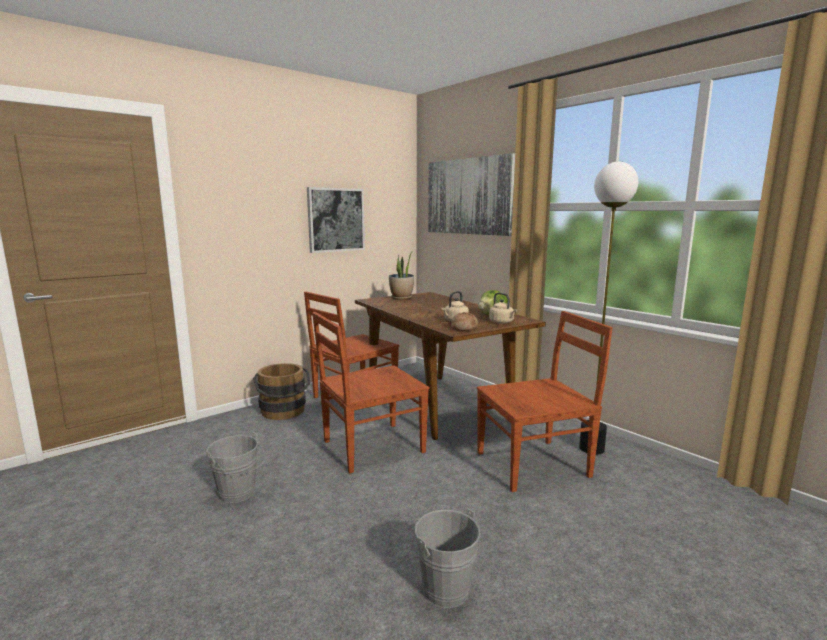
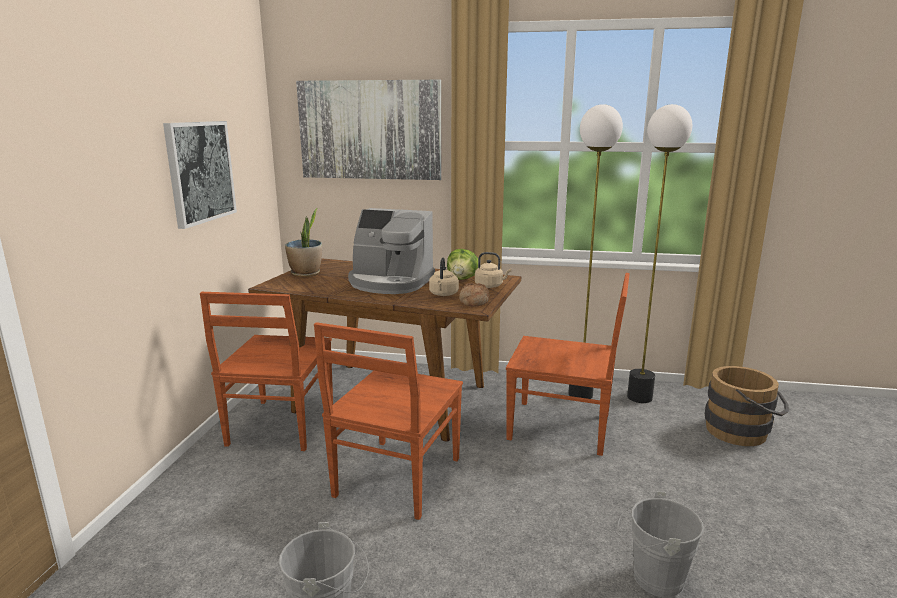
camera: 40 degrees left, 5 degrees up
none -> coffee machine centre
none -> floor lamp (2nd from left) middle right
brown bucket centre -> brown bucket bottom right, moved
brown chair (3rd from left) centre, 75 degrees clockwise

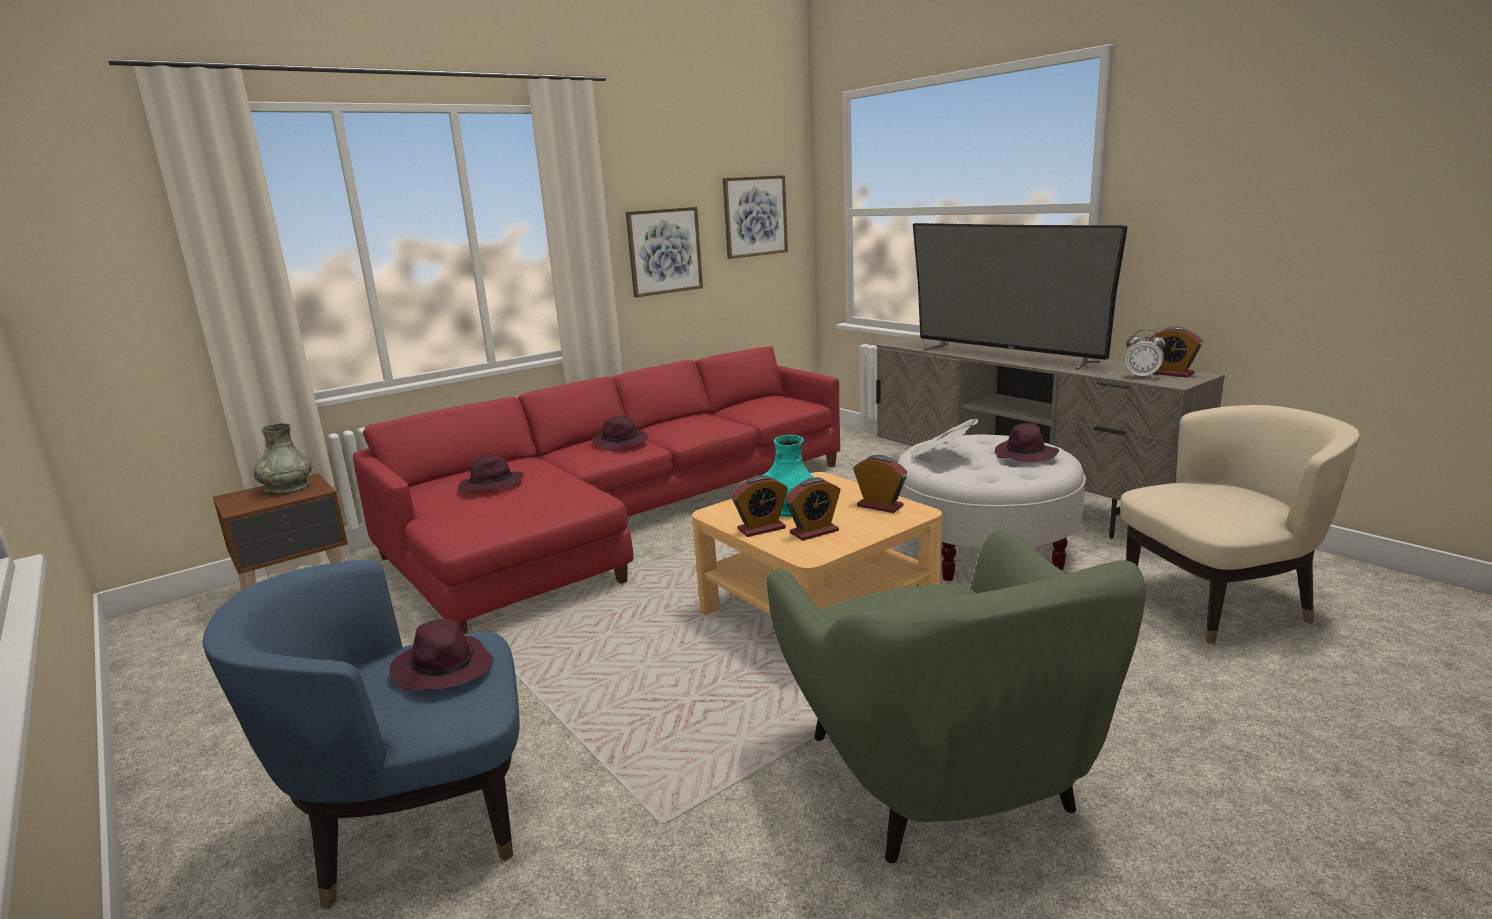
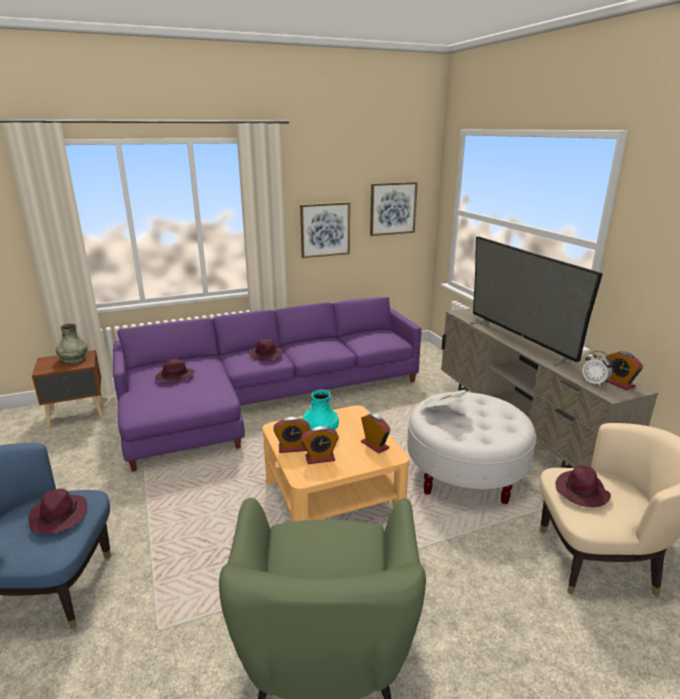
camera: 15 degrees right, 5 degrees up
purple hat (4th from left) middle right -> purple hat (4th from left) bottom right, moved
red sofa centre -> purple sofa centre

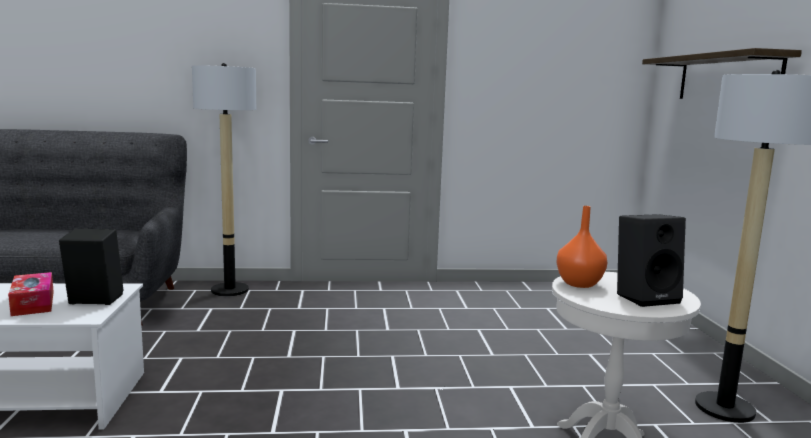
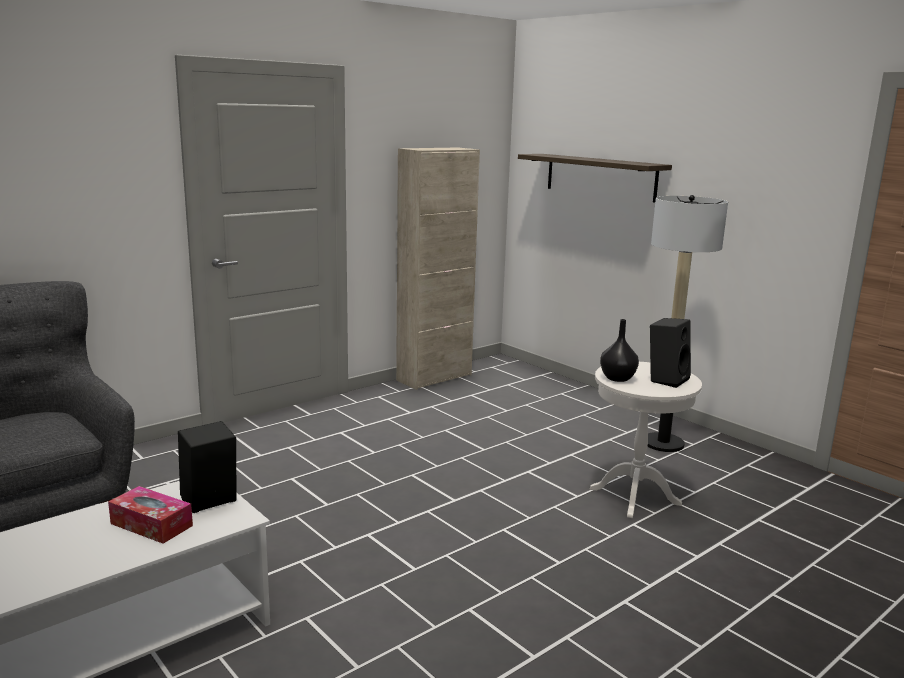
camera: 35 degrees left, 5 degrees up
floor lamp (1st from left) middle left -> none
none -> beige cabinet centre
orange vase middle right -> black vase middle right

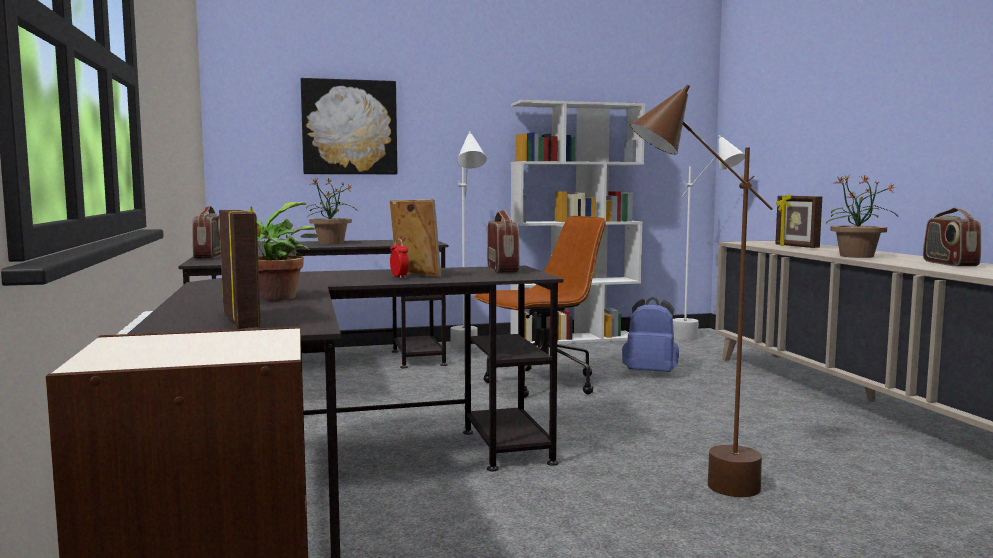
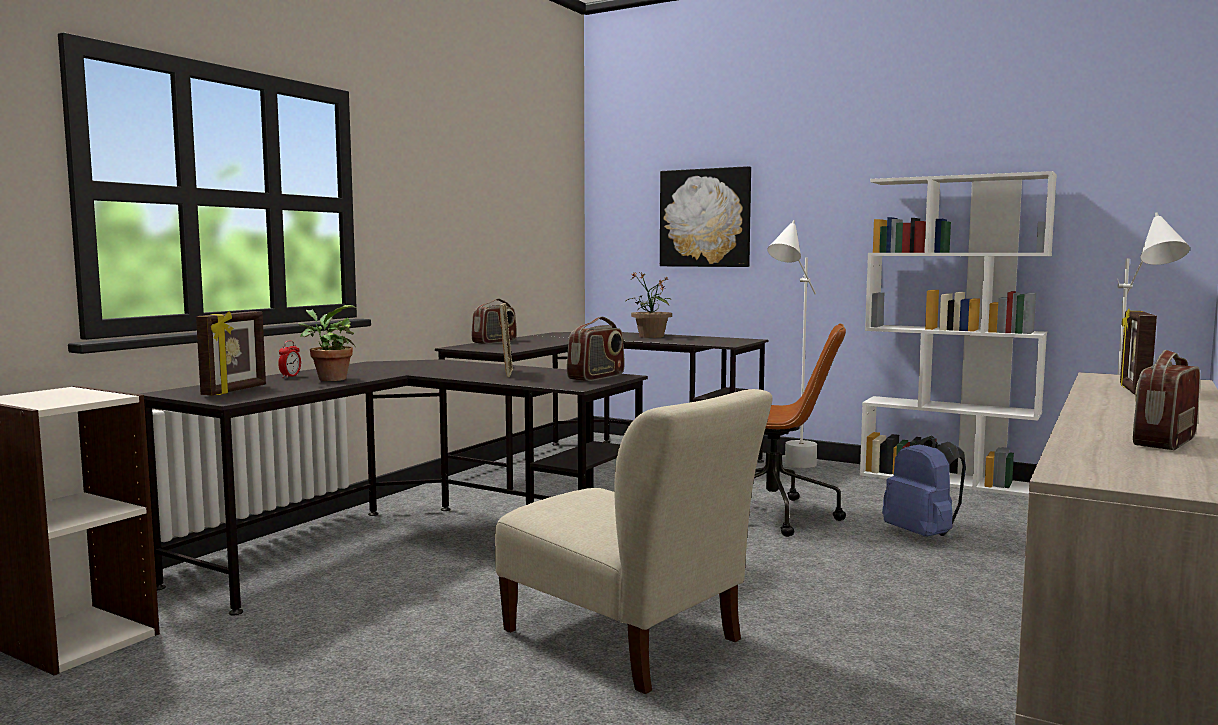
camera: 45 degrees right, 0 degrees up
potted plant (3rd from left) middle right -> none
alarm clock centre -> alarm clock middle left, moved
brown floor lamp middle right -> beige chair bottom centre

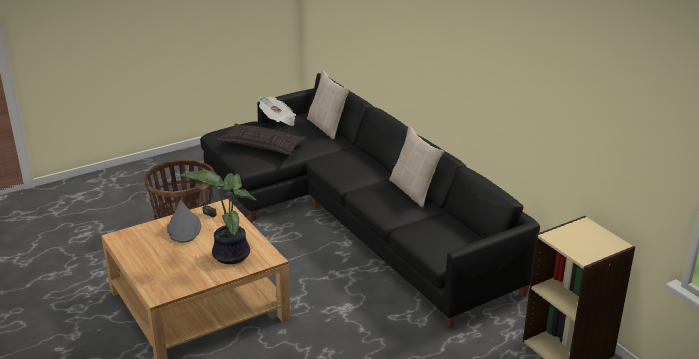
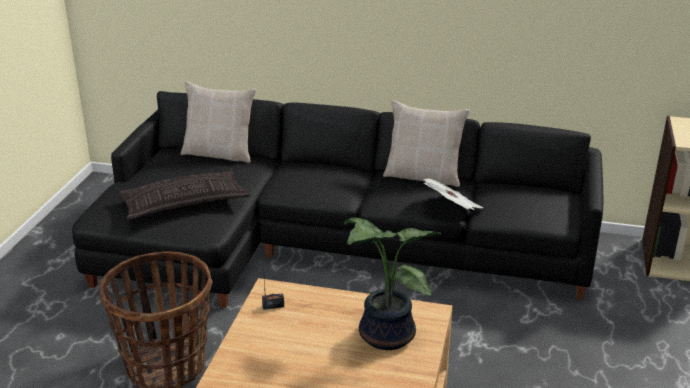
camera: 45 degrees left, 0 degrees up
grey hat middle left -> none
newspaper top centre -> newspaper centre, moved

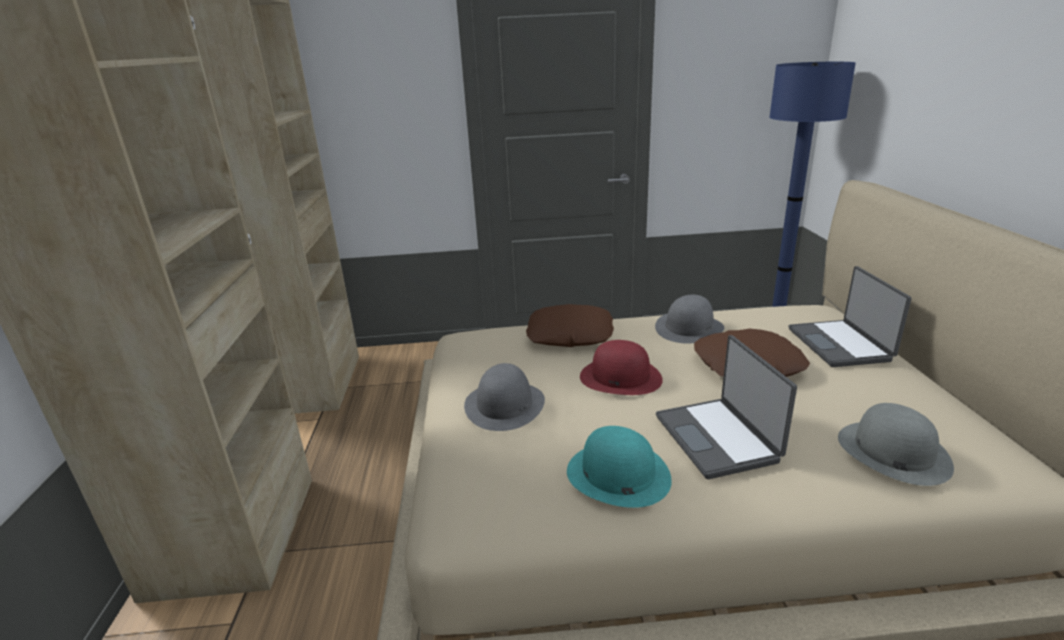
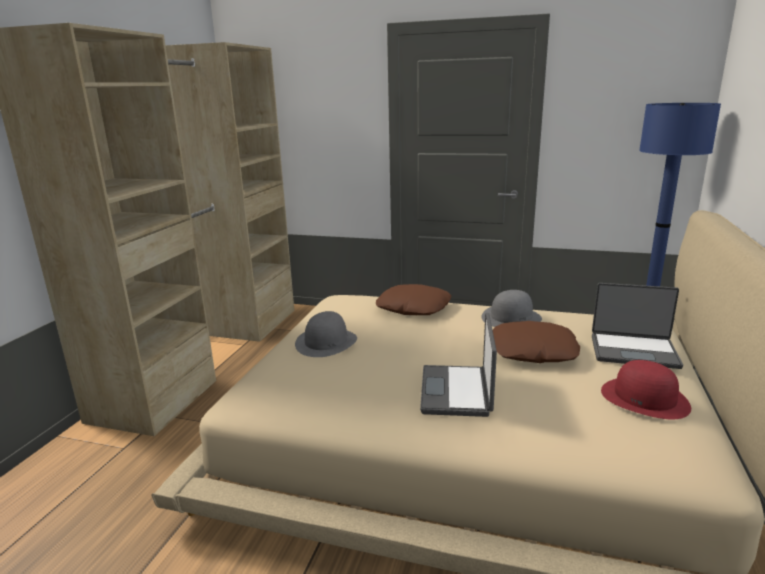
camera: 20 degrees right, 5 degrees down
turquoise hat bottom centre -> none
grey hat (3rd from left) bottom right -> none
red hat centre -> red hat bottom right, moved
laptop (2nd from left) middle right, 90 degrees counterclockwise

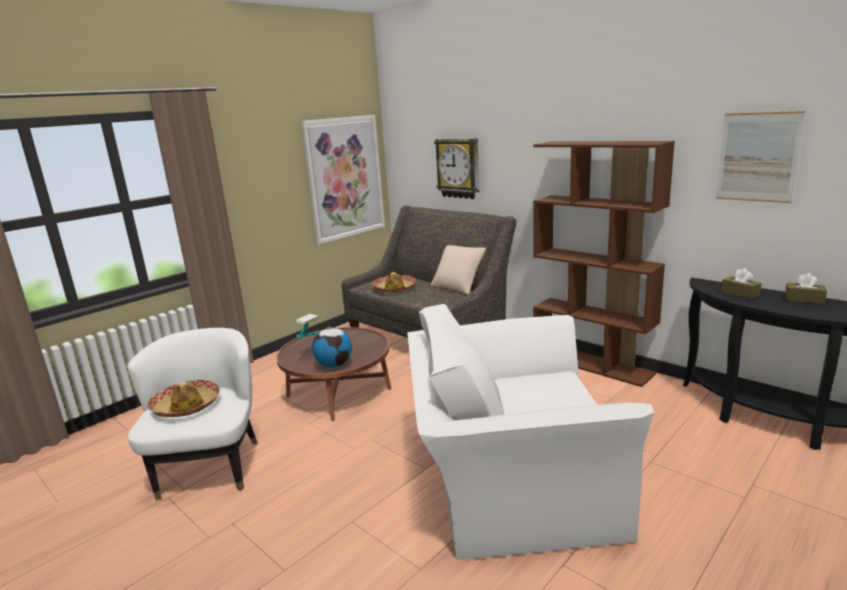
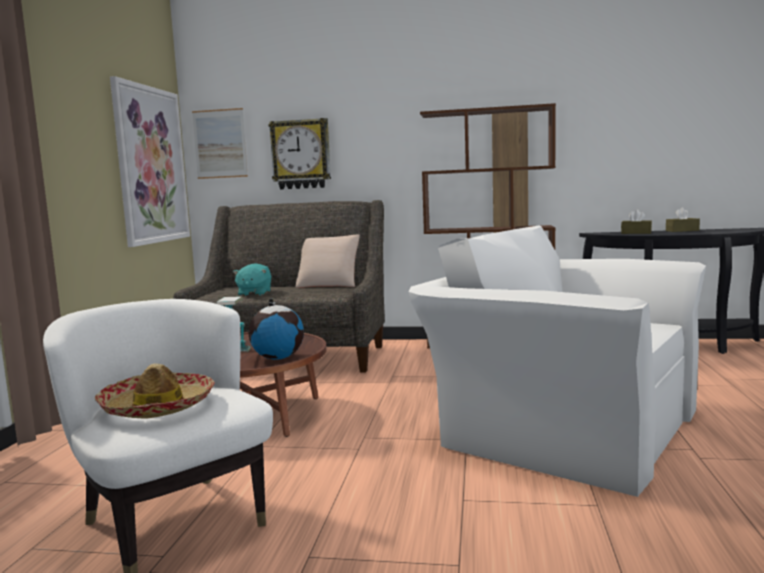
camera: 35 degrees left, 10 degrees down
picture (2nd from left) top right -> picture (2nd from left) top left, moved
hat (2nd from left) centre -> turquoise plush toy middle left
white armchair (2nd from left) bottom centre -> white armchair (2nd from left) middle right, 75 degrees clockwise

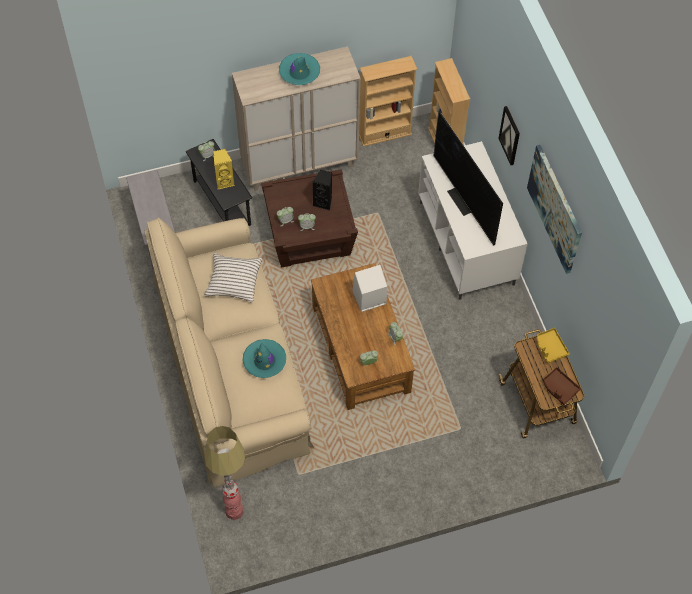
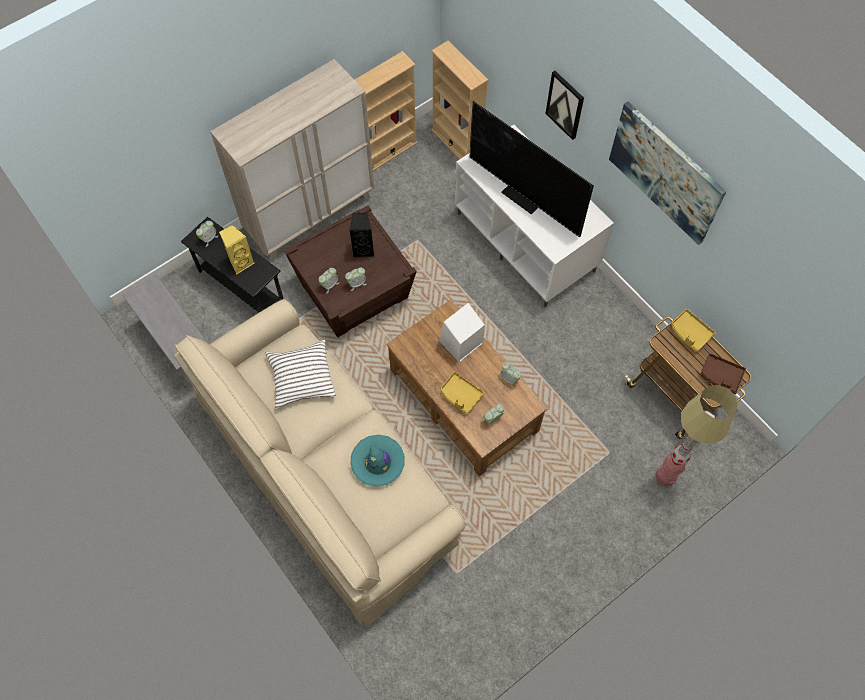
camera: 20 degrees left, 5 degrees up
turquoise hat (2nd from left) top centre -> none
none -> yellow tray (1st from left) centre
floor lamp bottom left -> floor lamp middle right, moved

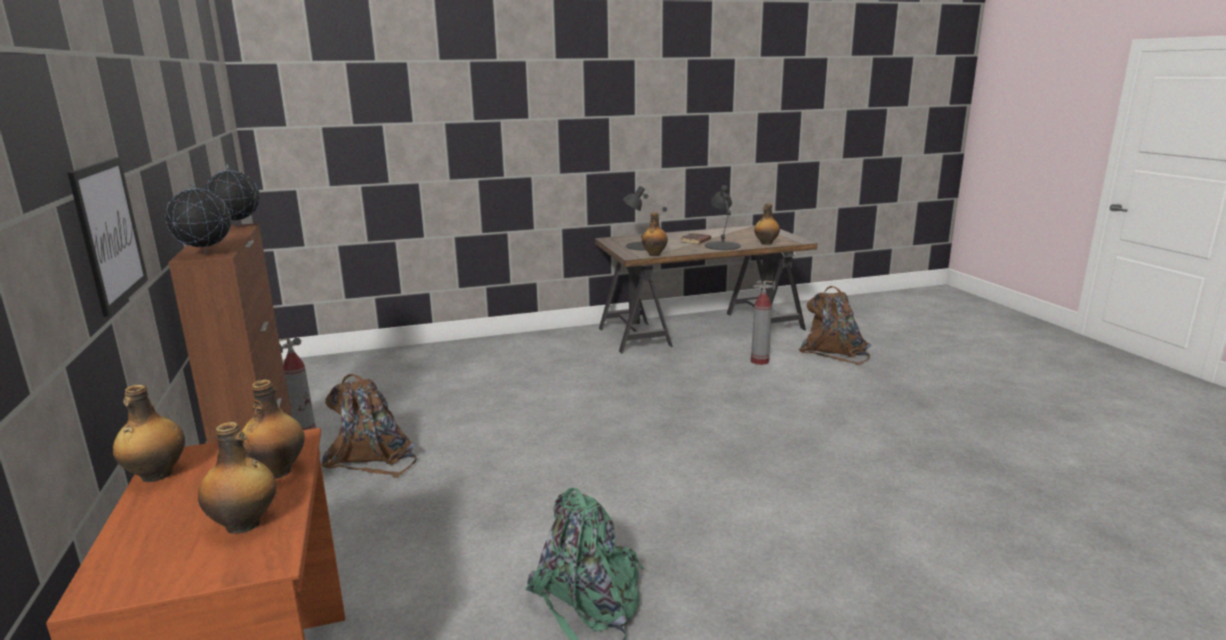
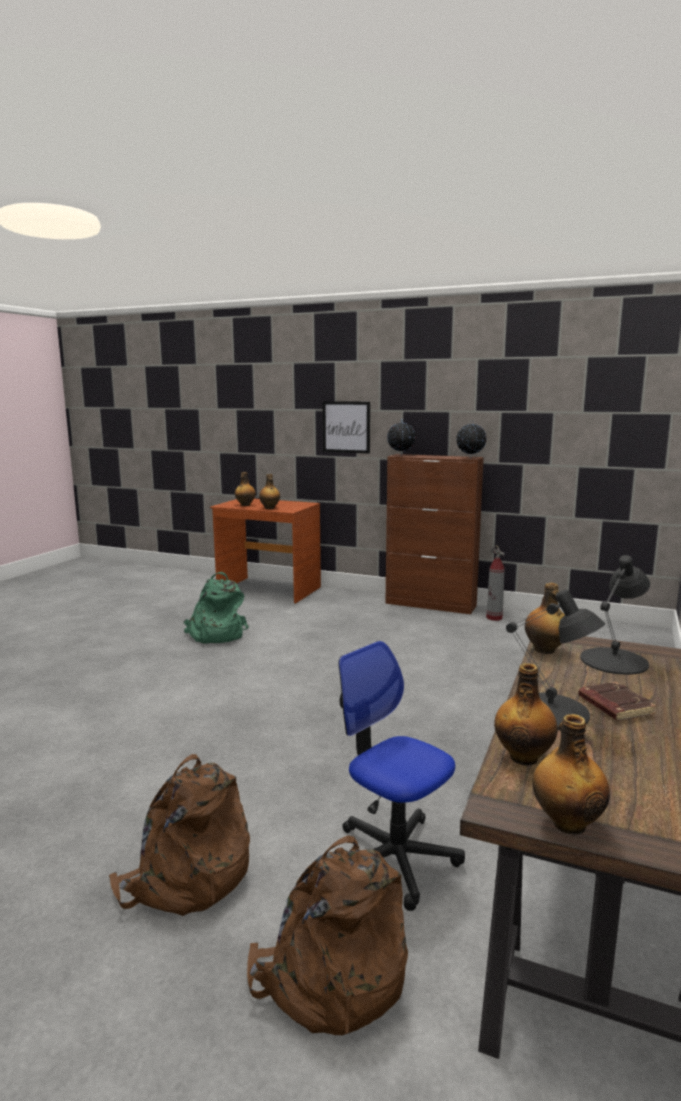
camera: 130 degrees right, 5 degrees down
bottle (1st from left in the first image) bottom left -> bottle (5th from left) bottom right, moved
brown backpack (1st from left) middle left -> brown backpack (1st from left) bottom left, moved
fire extinguisher (2nd from left) centre -> office chair bottom centre

